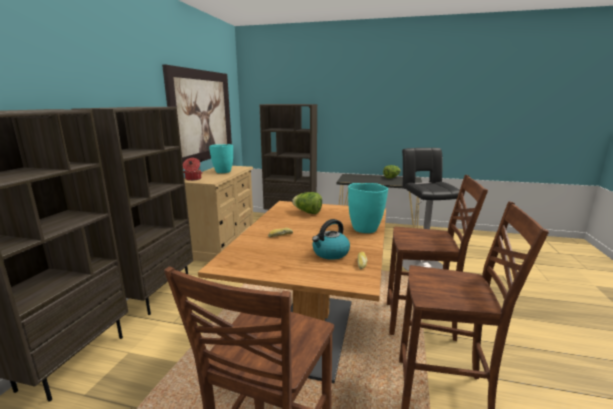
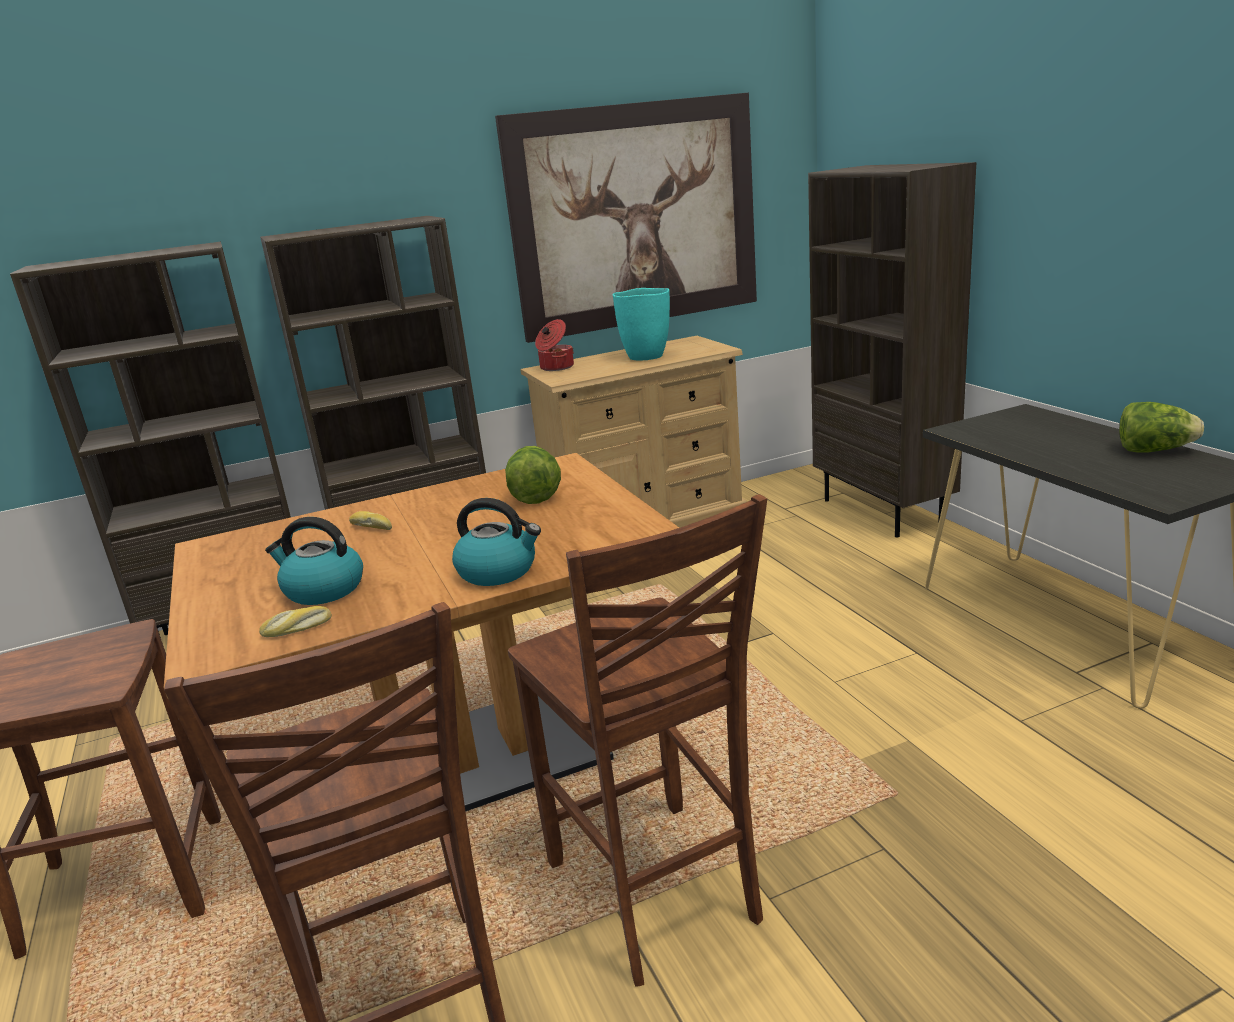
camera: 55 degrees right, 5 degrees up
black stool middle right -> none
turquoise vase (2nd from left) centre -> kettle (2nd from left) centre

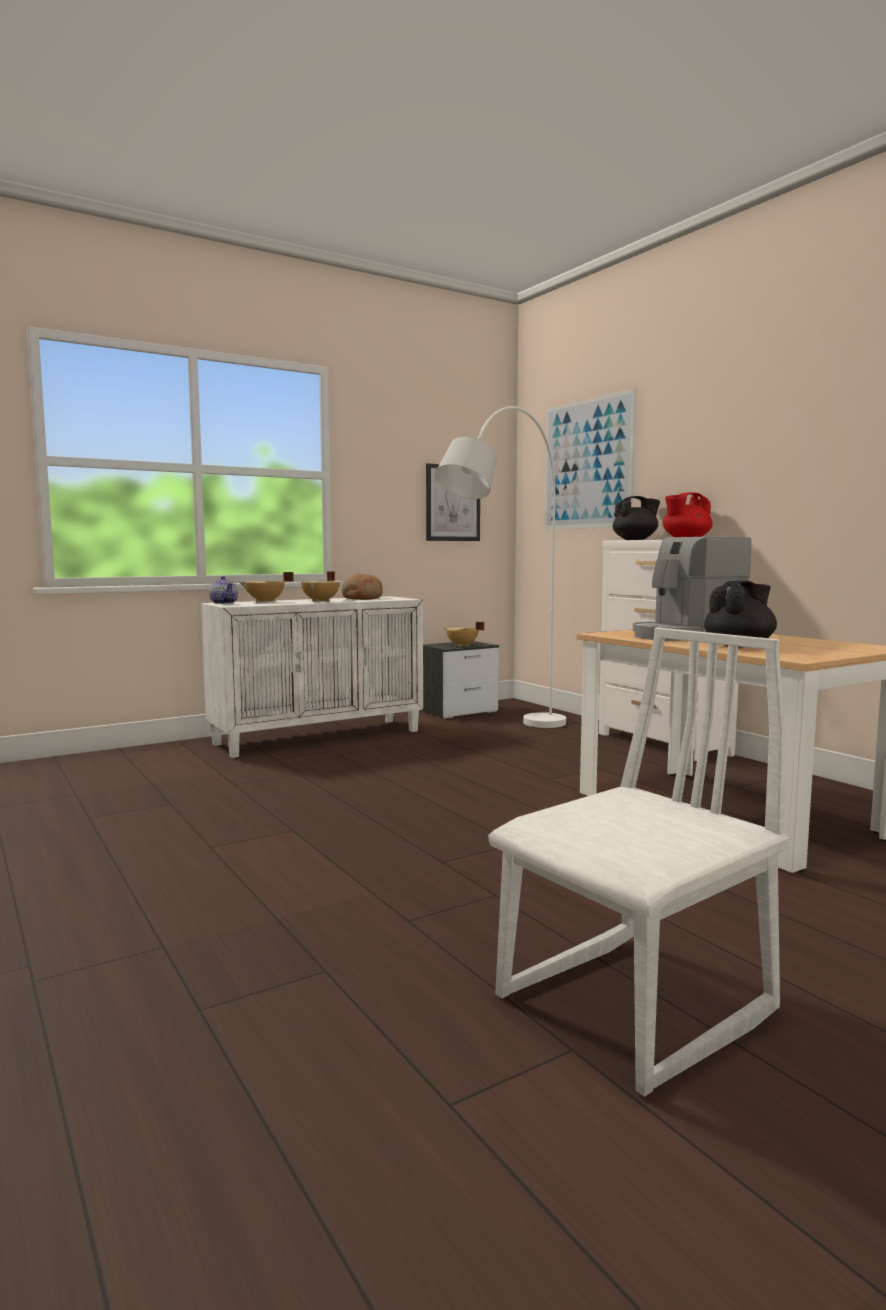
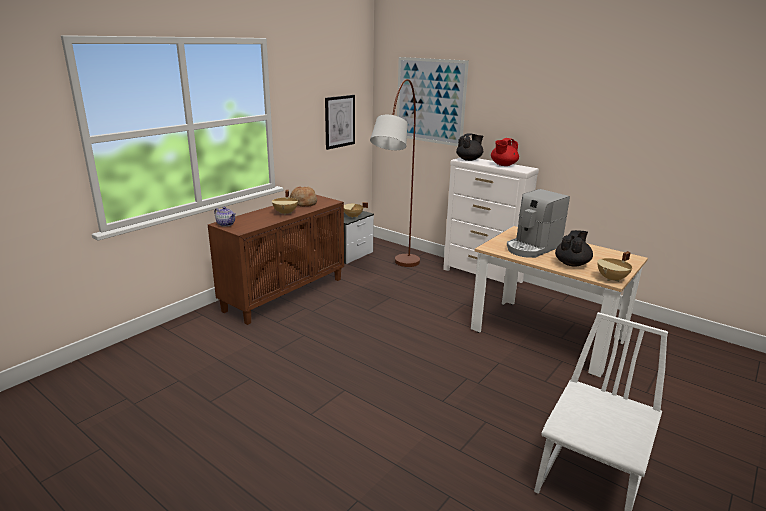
camera: 20 degrees left, 15 degrees up
beige cooking pot (1st from left in the first image) middle left -> beige cooking pot (3rd from left) middle right, moved
white cabinet centre -> brown cabinet centre
white floor lamp centre -> brown floor lamp centre

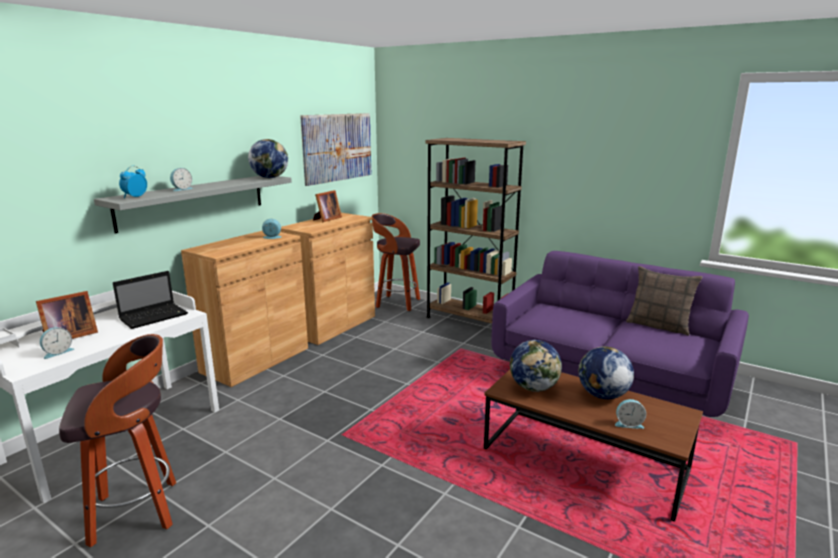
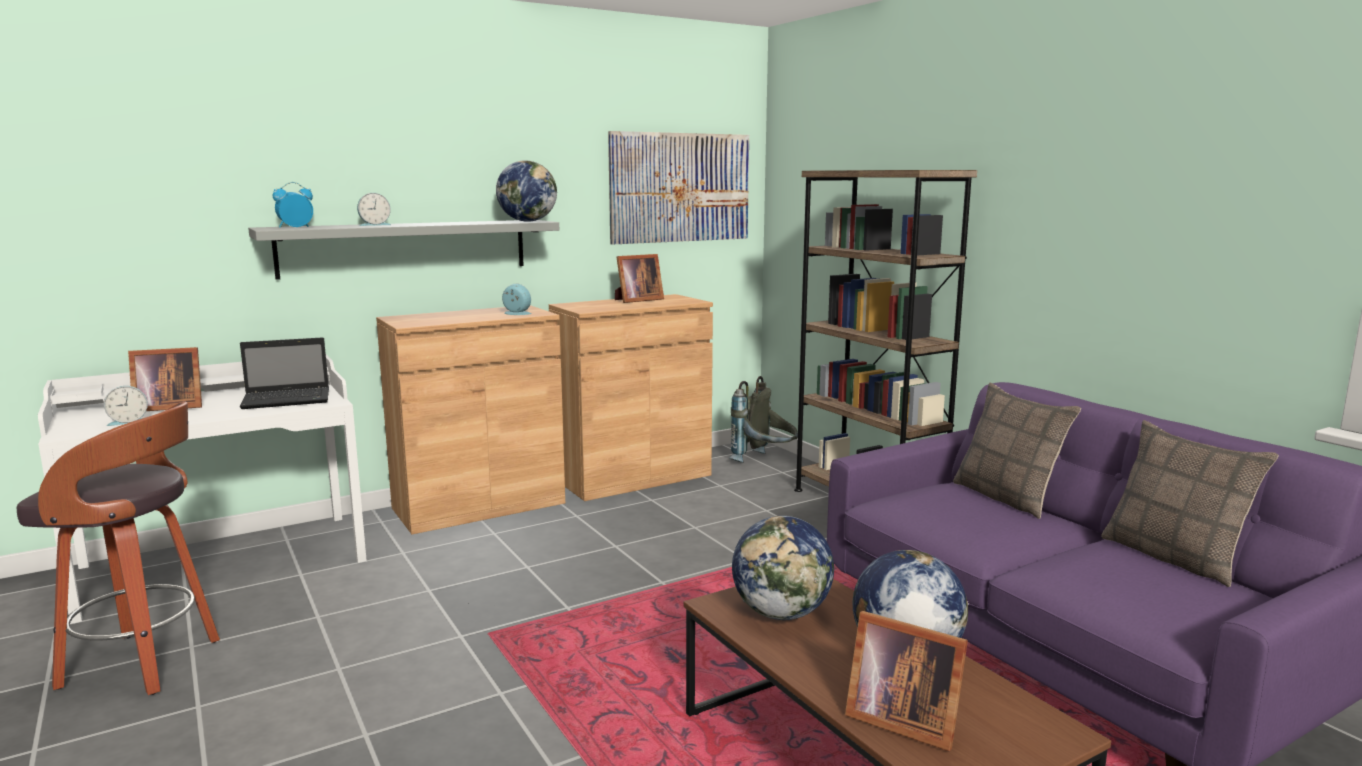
camera: 25 degrees right, 5 degrees down
none -> pillow (1st from left) middle right
stool (2nd from left) centre -> grey backpack centre
alarm clock (5th from left) bottom right -> picture frame (3rd from left) bottom centre

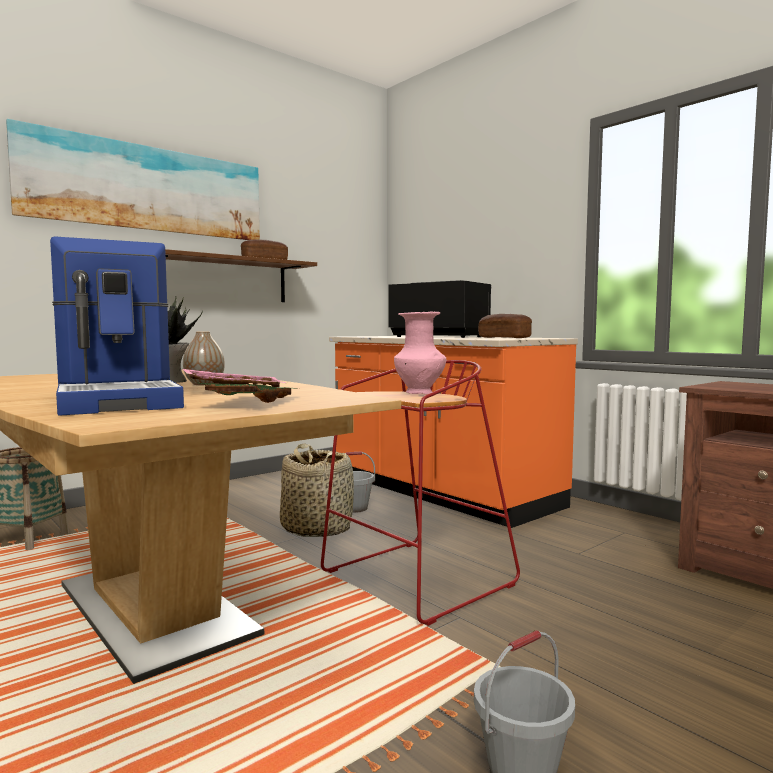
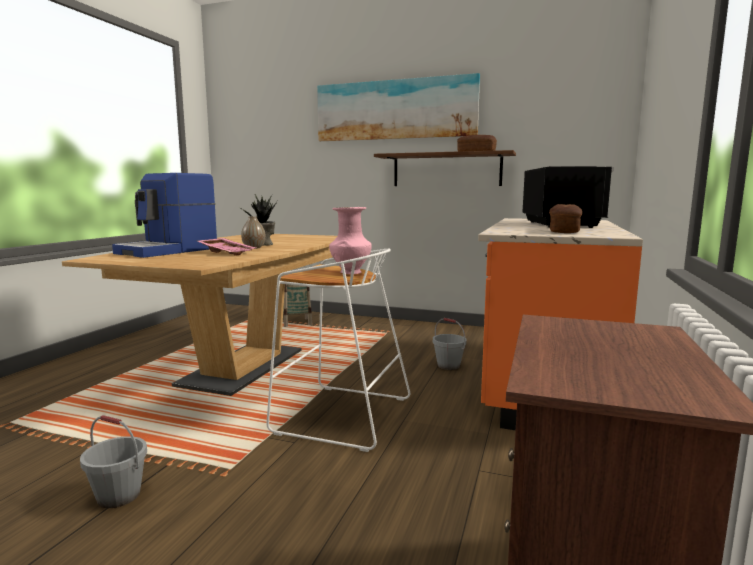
camera: 60 degrees right, 5 degrees up
green tray middle left -> none
basket (2nd from left) centre -> none
red stool centre -> white stool centre

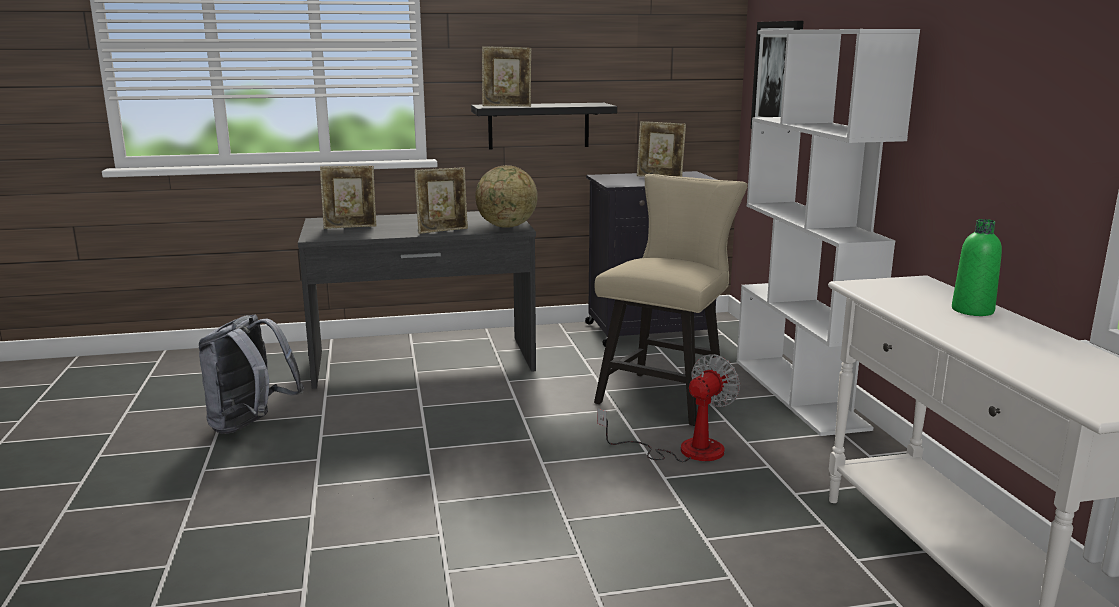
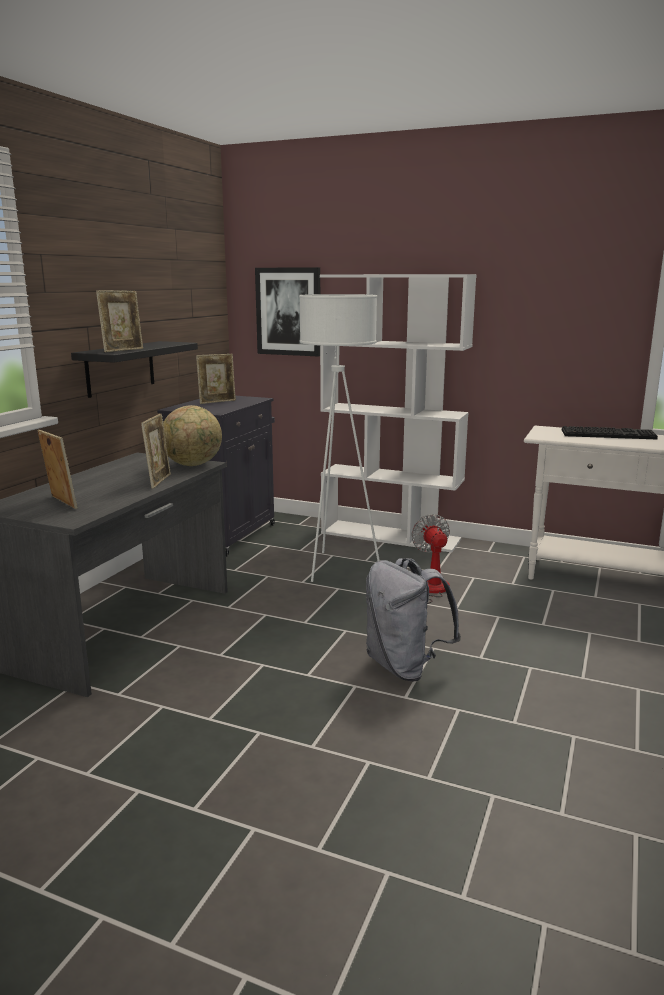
camera: 55 degrees left, 0 degrees up
grey backpack middle left -> grey backpack centre, moved
beige chair centre -> white floor lamp centre
green bottle middle right -> keyboard middle right
picture frame (1st from left) top left -> picture frame (1st from left) middle left, 60 degrees counterclockwise

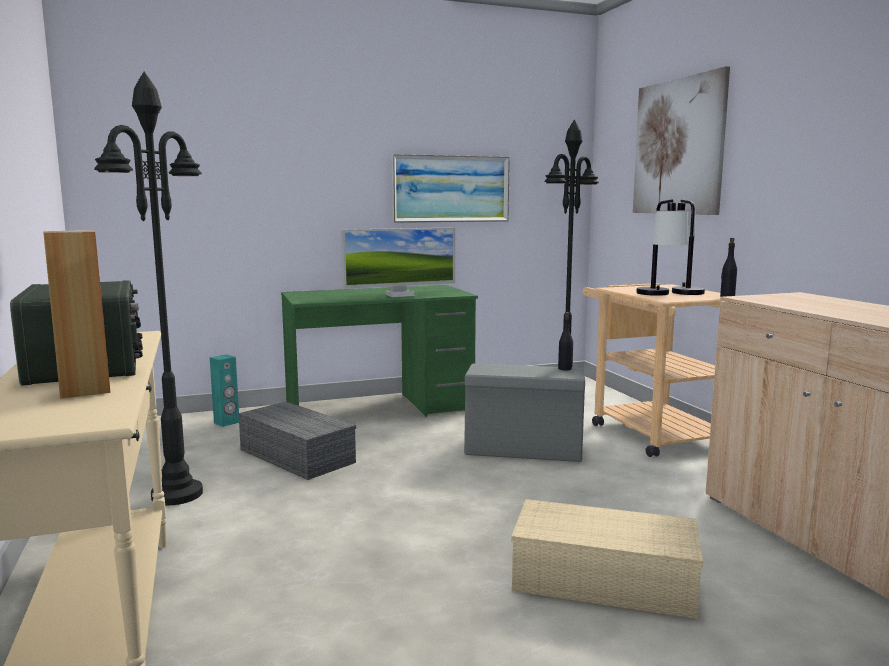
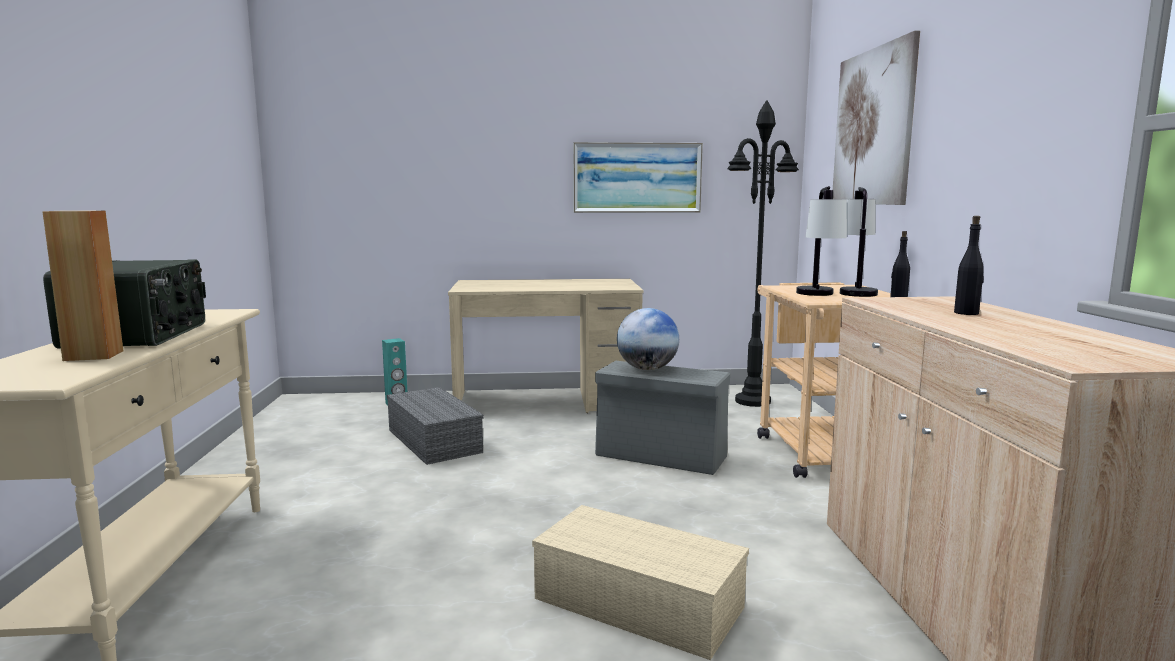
camera: 15 degrees right, 0 degrees up
black floor lamp (1st from left) middle left -> none
monitor centre -> none
none -> globe centre
black bottle (1st from left in the first image) centre -> black bottle (2nd from left) middle right, moved
green desk centre -> beige desk centre

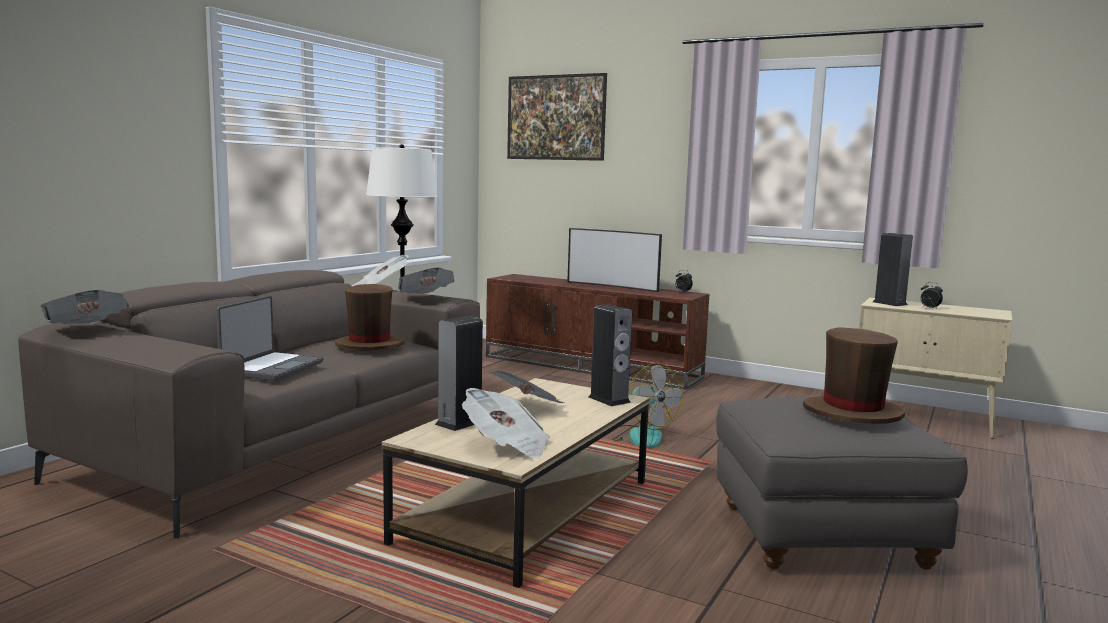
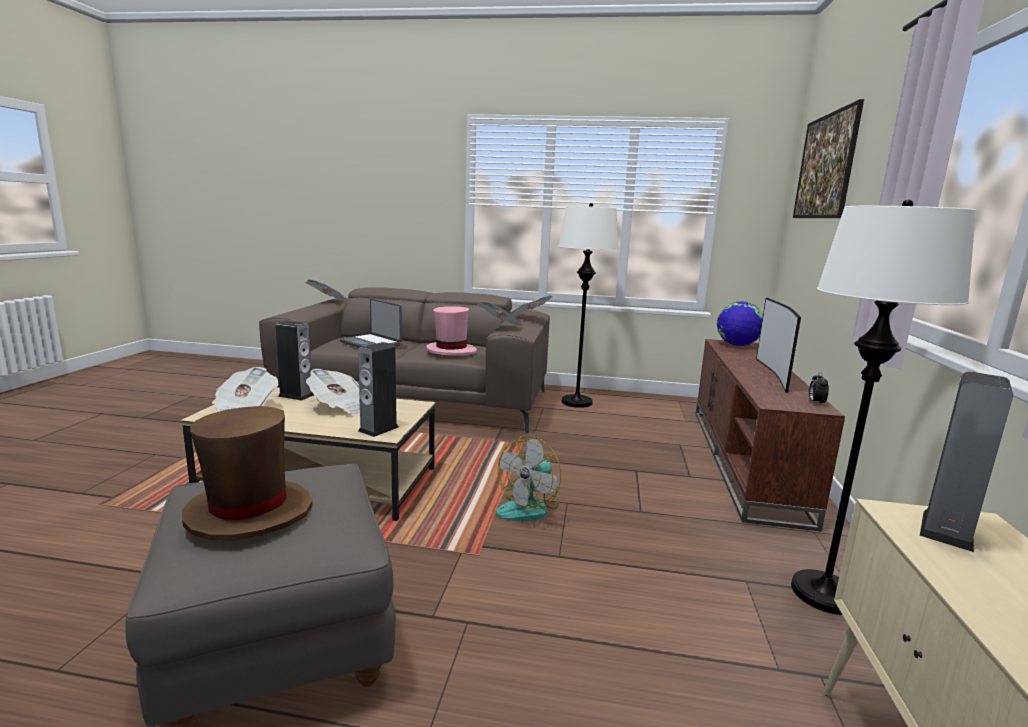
camera: 70 degrees right, 5 degrees up
alarm clock (2nd from left) middle right -> none
none -> globe middle right
none -> white floor lamp (2nd from left) middle right
brown hat (1st from left) middle left -> pink hat centre
laptop middle left -> laptop centre, 45 degrees clockwise

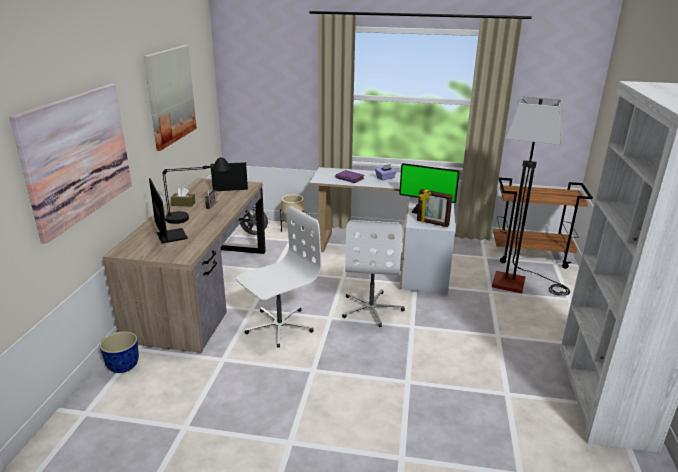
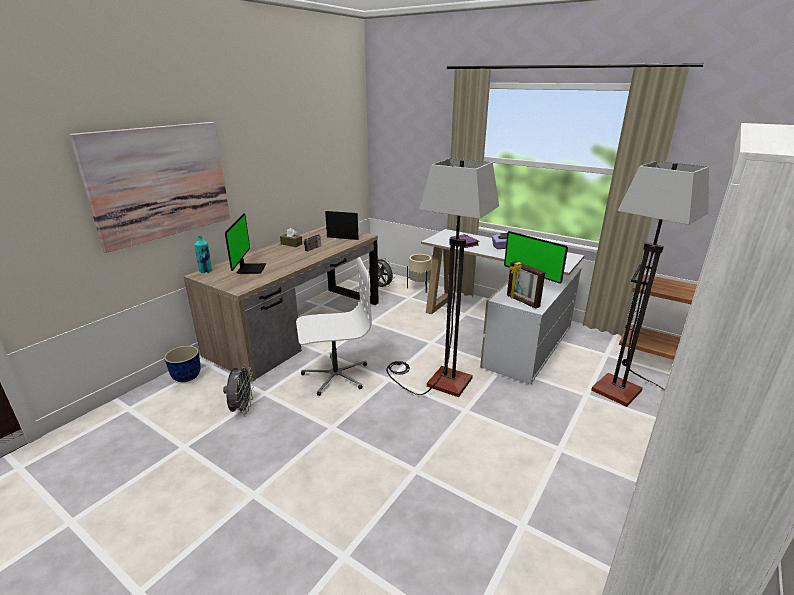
camera: 25 degrees right, 0 degrees up
picture (2nd from left) top left -> none
black table lamp middle left -> none
none -> turquoise bottle middle left
none -> grey fan (1st from left) middle left
white office chair (2nd from left) centre -> floor lamp (1st from left) centre

